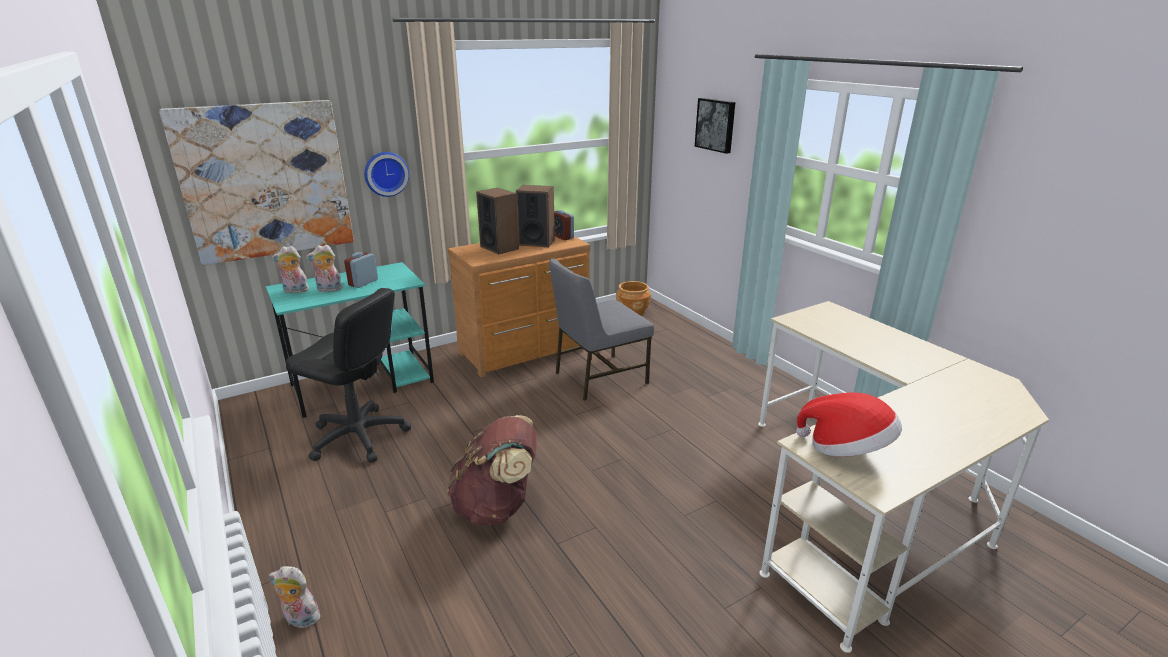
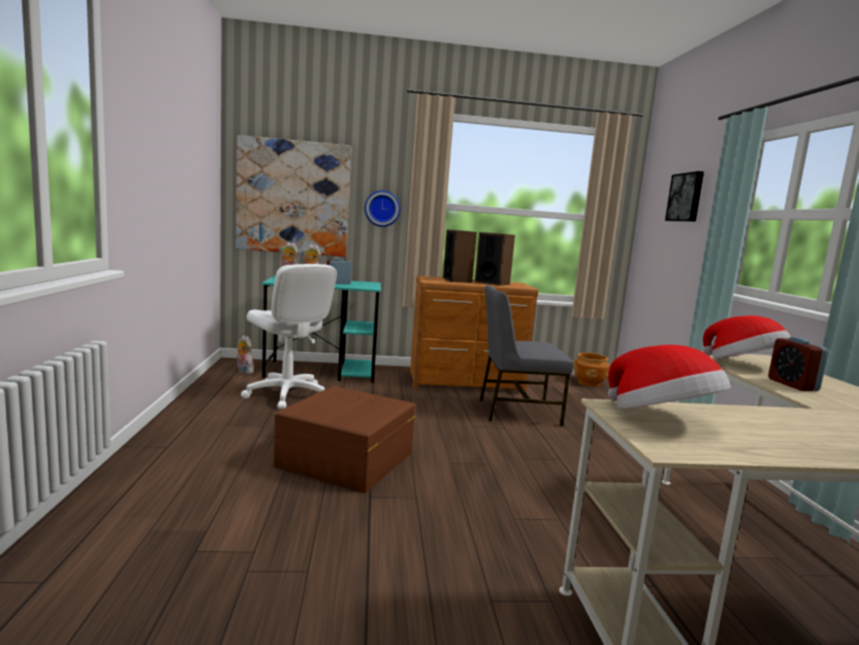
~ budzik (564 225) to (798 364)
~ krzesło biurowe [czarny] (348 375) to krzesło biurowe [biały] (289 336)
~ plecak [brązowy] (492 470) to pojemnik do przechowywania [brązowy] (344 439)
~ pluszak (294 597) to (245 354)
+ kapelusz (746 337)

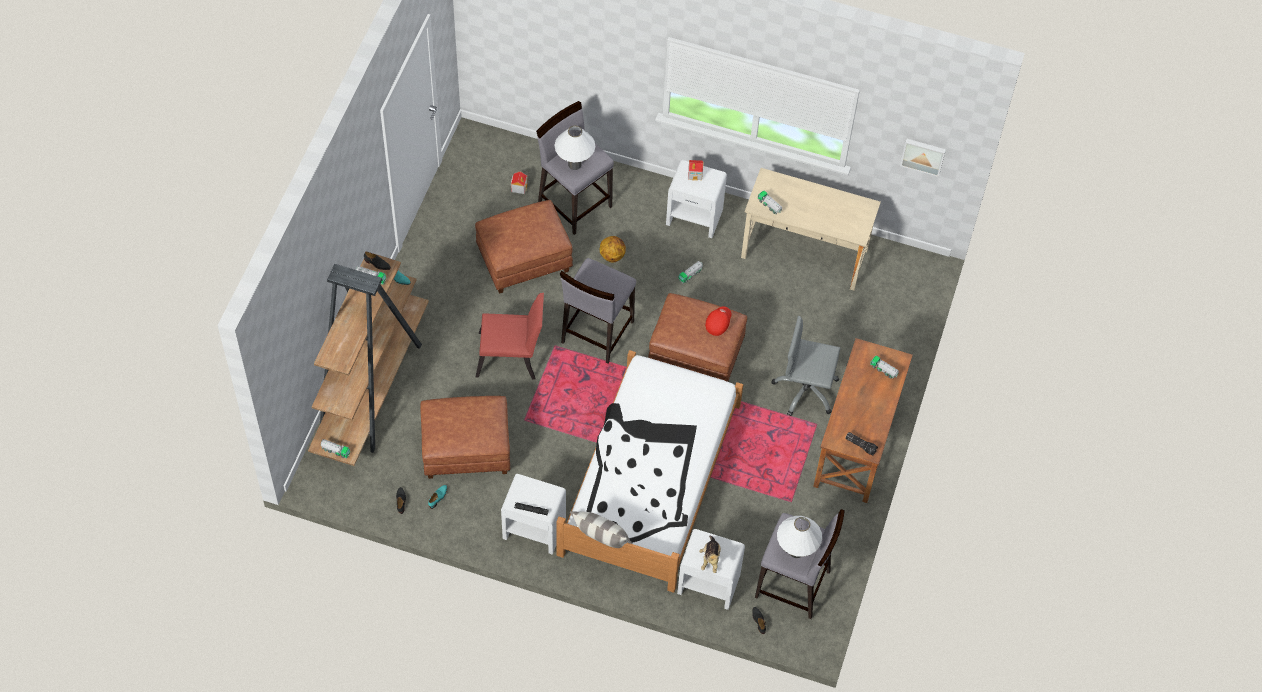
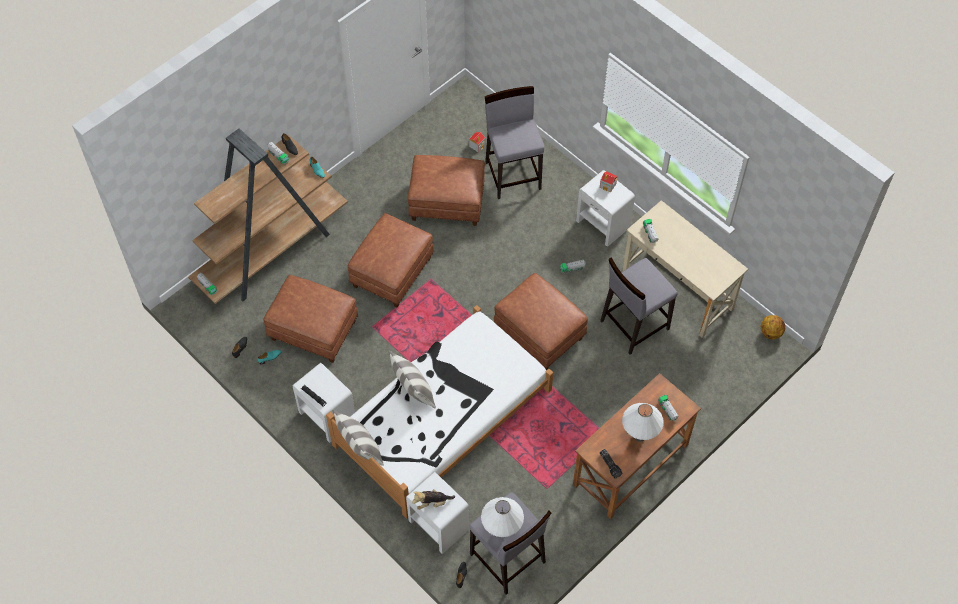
~ lampa stołowa [biały] (574 148) to (643 422)
- obraz (923 158)
~ piłka do koszykówki (613 249) to (773 327)
~ stołek [szary] (598 311) to (639 306)
~ krzesło [czerwony] (510 336) to pufa [brązowy] (390 260)
- czapka z daszkiem [czerwony] (718 321)
- krzesło biurowe [szary] (805 366)
~ pluszak (710 554) = (433 499) 45 degrees clockwise
+ poduszka (412 379)

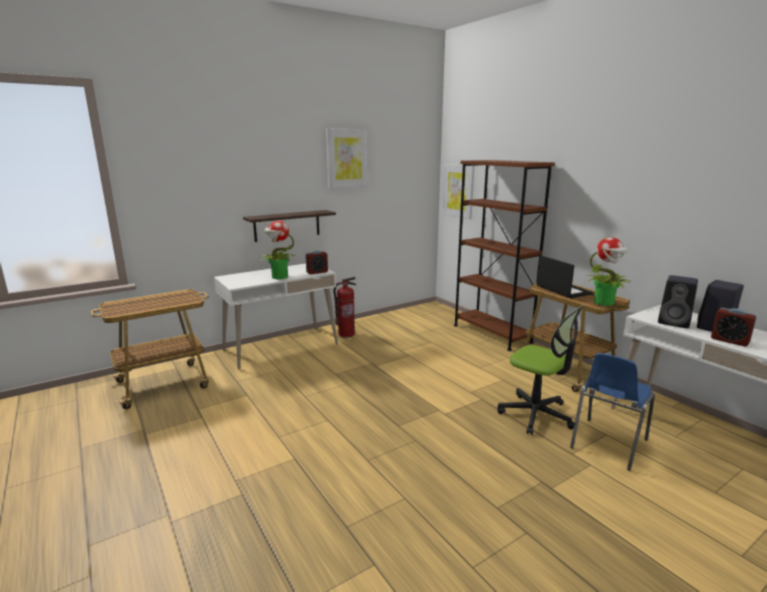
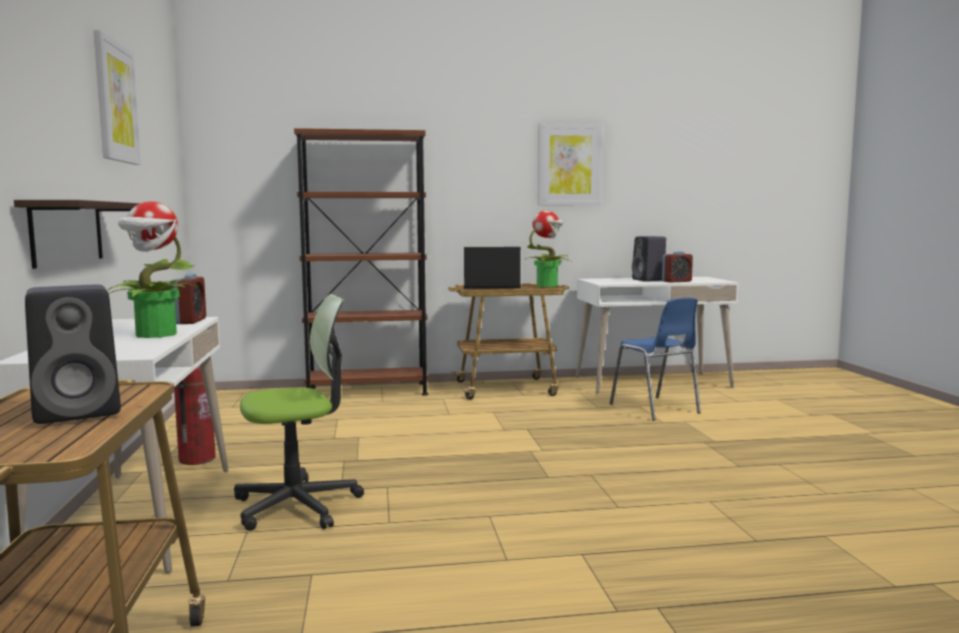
~ obraz (458 191) to (570 164)
~ głośnik [czarny] (678 301) to (73 354)
~ krzesło biurowe (541 370) to (299 412)

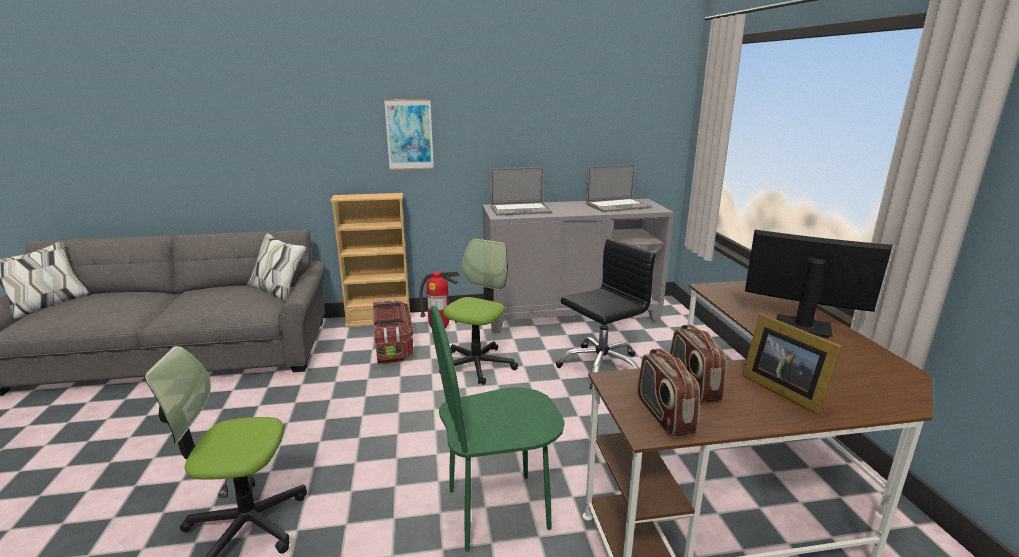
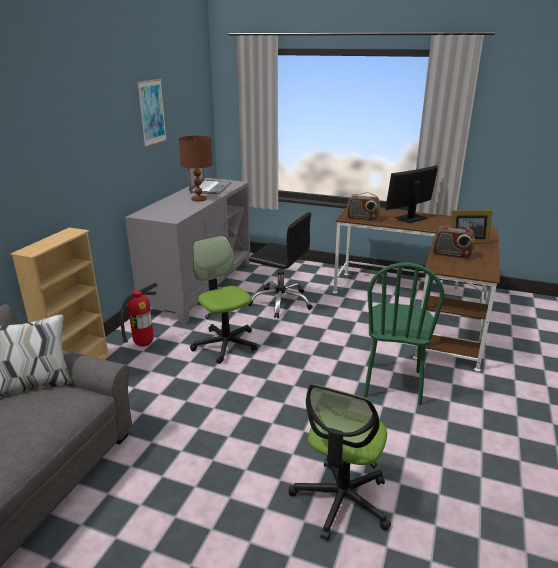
~ obraz (409 134) to (152 113)
- laptop (521 191)
~ krzesło biurowe [czarny] (606 313) = (280 265) 120 degrees clockwise
- pojemnik do przechowywania (393 332)
~ radio (669 392) to (363 206)
+ lampa stołowa [brązowy] (196 169)

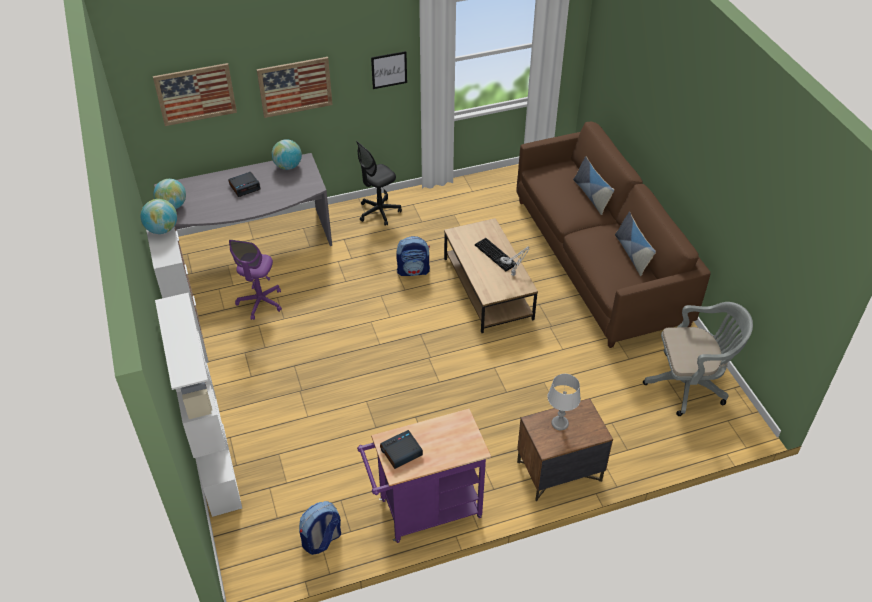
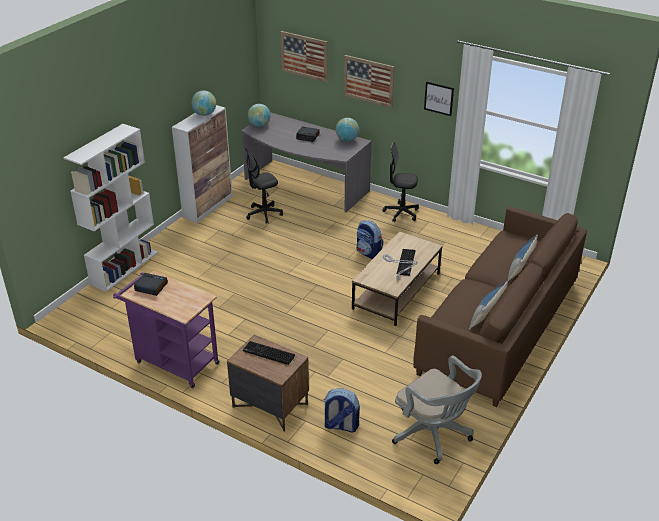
~ krzesło biurowe [fioletowy] (255 280) to krzesło biurowe [czarny] (264 185)
~ lampa stołowa [szary] (564 402) to klawiatura (269 353)
~ plecak (320 528) to (341 410)

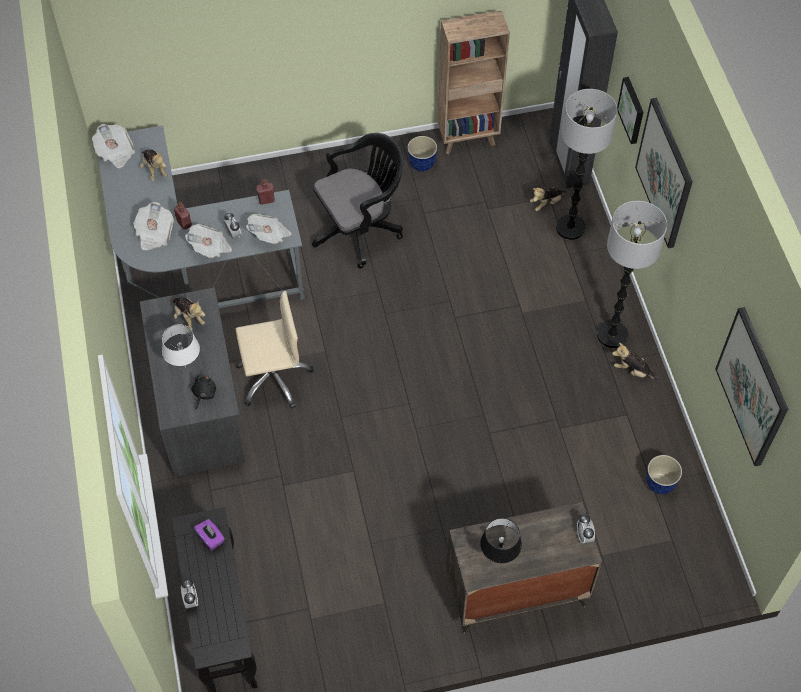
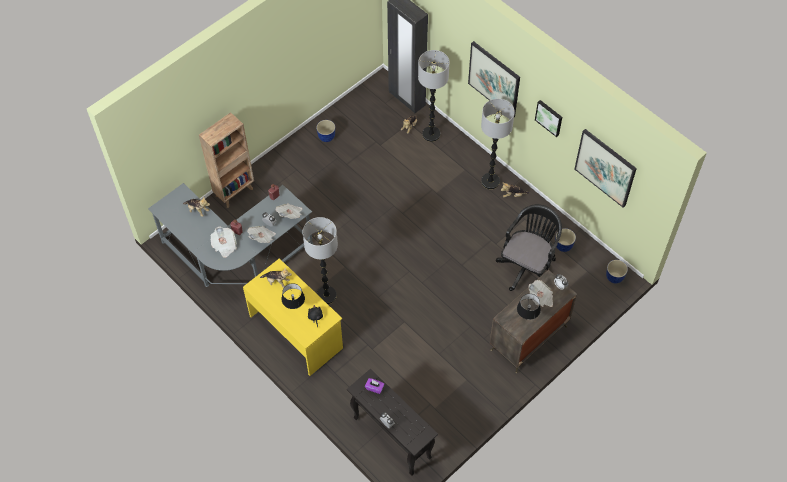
~ regał [brązowy] (473 82) to (226 160)
~ obraz (630 110) to (548 118)
~ gazeta (113 146) to (540 293)
~ krzesło biurowe [czarny] (358 201) to (529 247)
~ biurko [szary] (192 382) to biurko [żółty] (293 317)
~ krzesło biurowe [beżowy] (274 350) to lampa stojąca (320 260)
~ lampa stołowa [biały] (181 346) to lampa stołowa [czarny] (293 296)
+ donica (617 271)

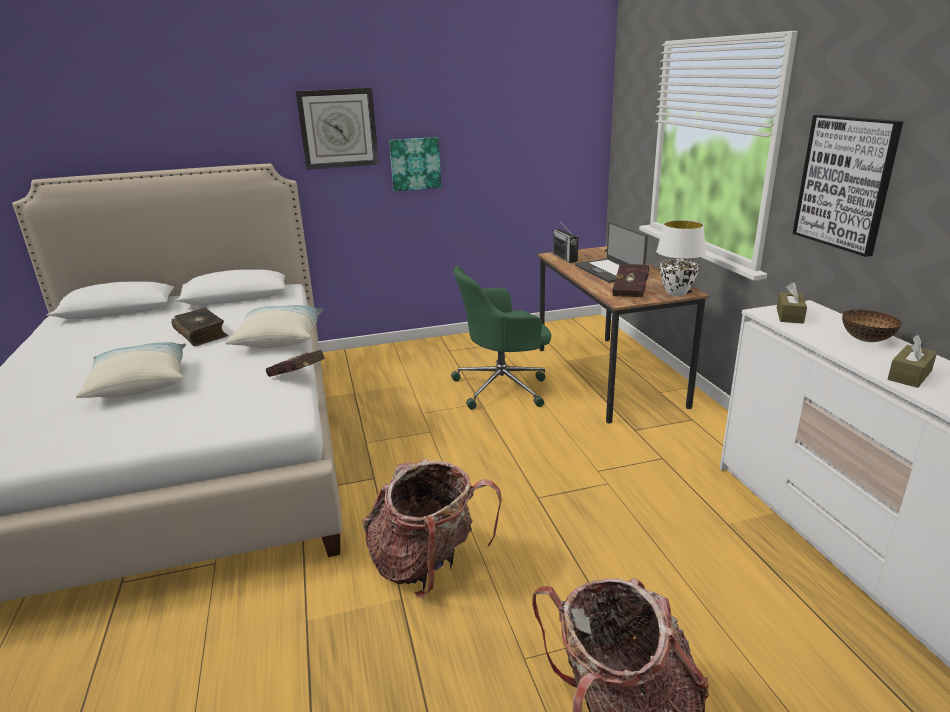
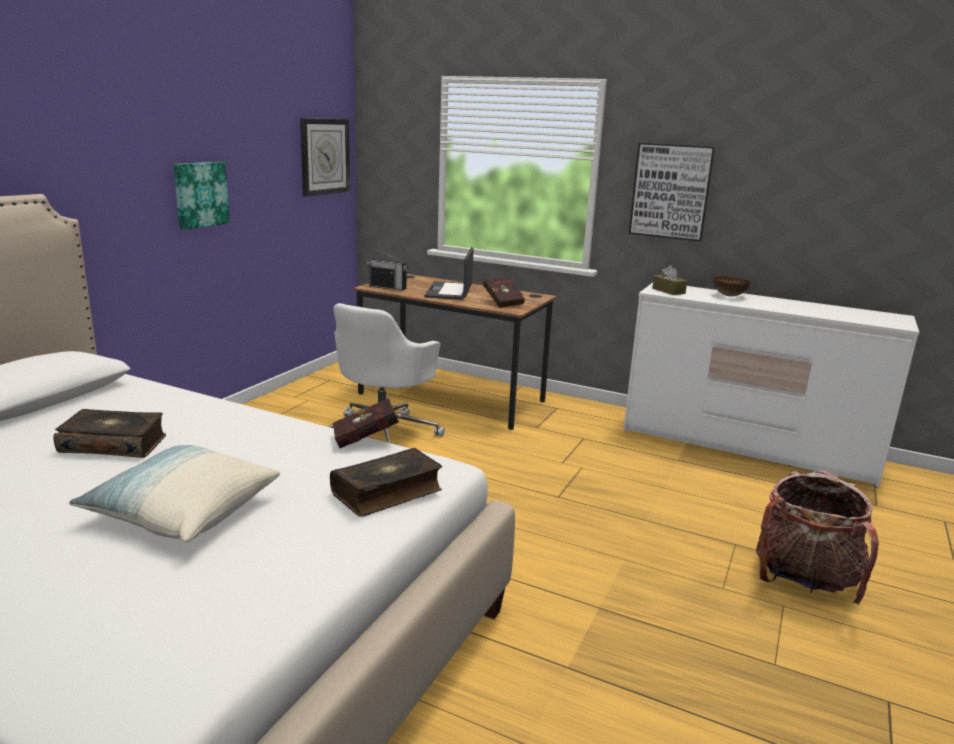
~ zegar ścienny (337 129) to (325 157)
- lampa stołowa [biały] (681 258)
~ laptop (611 252) = (449 273) 75 degrees clockwise
~ krzesło biurowe [zielony] (501 338) to krzesło biurowe [biały] (386 373)
- poduszka (274 326)
- pudełko chusteczek [brązowy] (912 361)
- plecak (432 528)
+ książka (386 482)

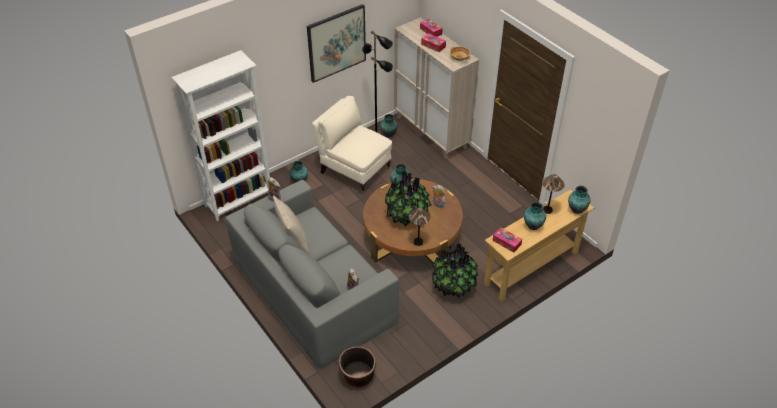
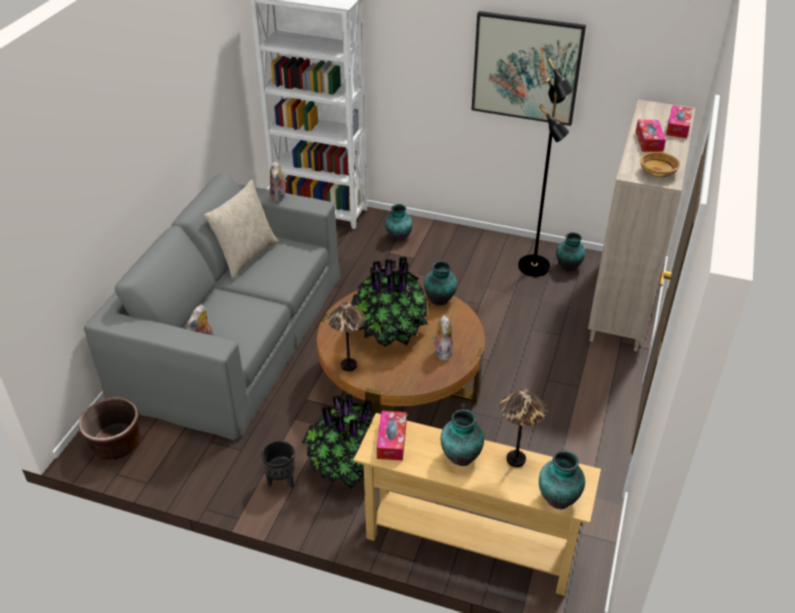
- fotel [beżowy] (352 144)
+ donica [czarny] (278 464)

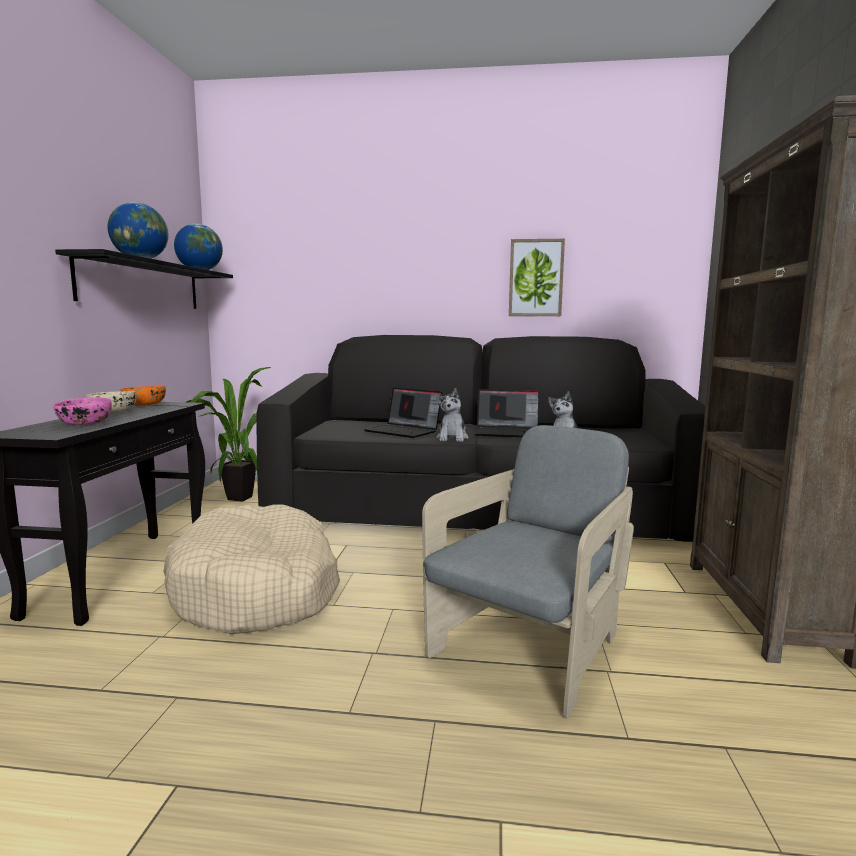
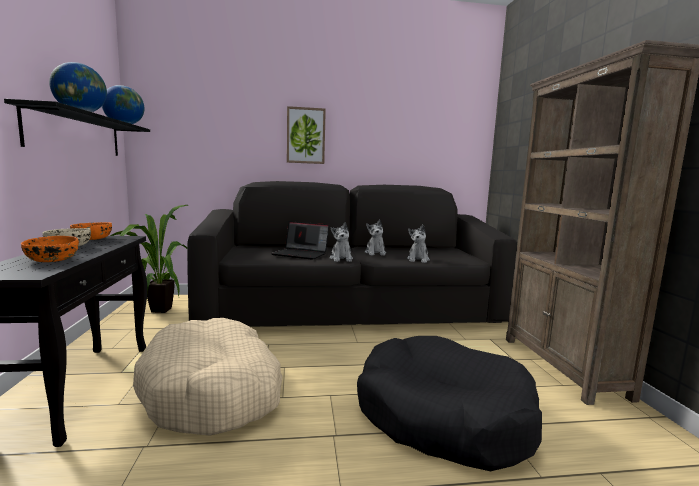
~ obraz (537 277) to (306 135)
~ laptop (507 413) to pluszak (375 238)
~ miska [różowy] (82 411) to miska [pomarańczowy] (50 249)
~ fotel [szary] (528 572) to legowisko [czarny] (449 403)

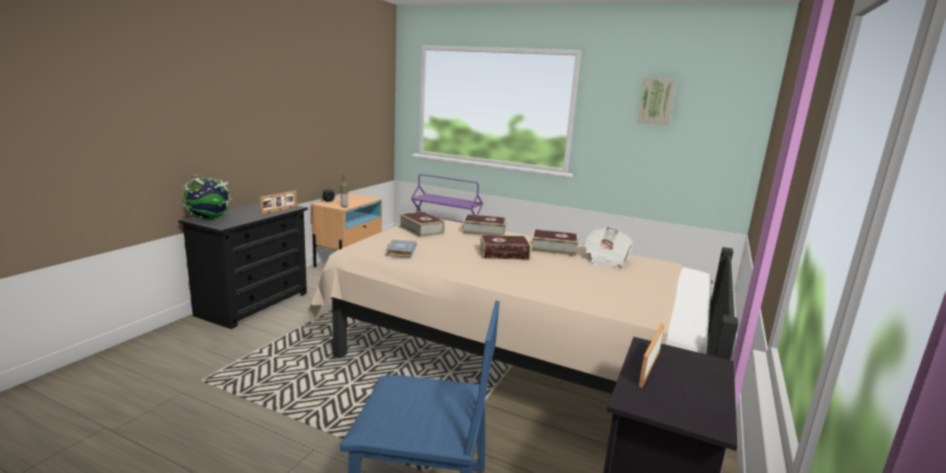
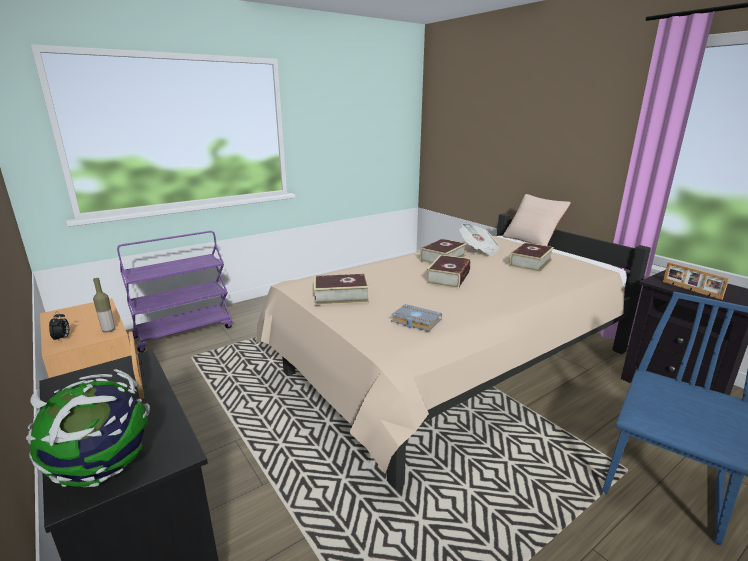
- obraz (657 101)
~ książka (484 224) to (531 257)
+ poduszka [beżowy] (537 220)

